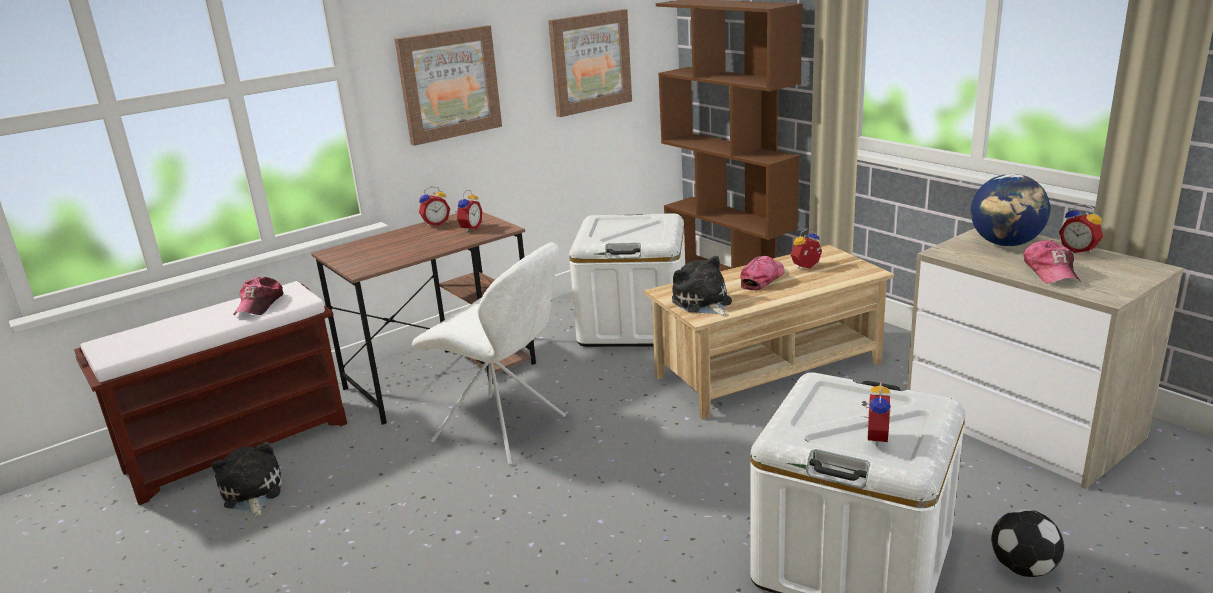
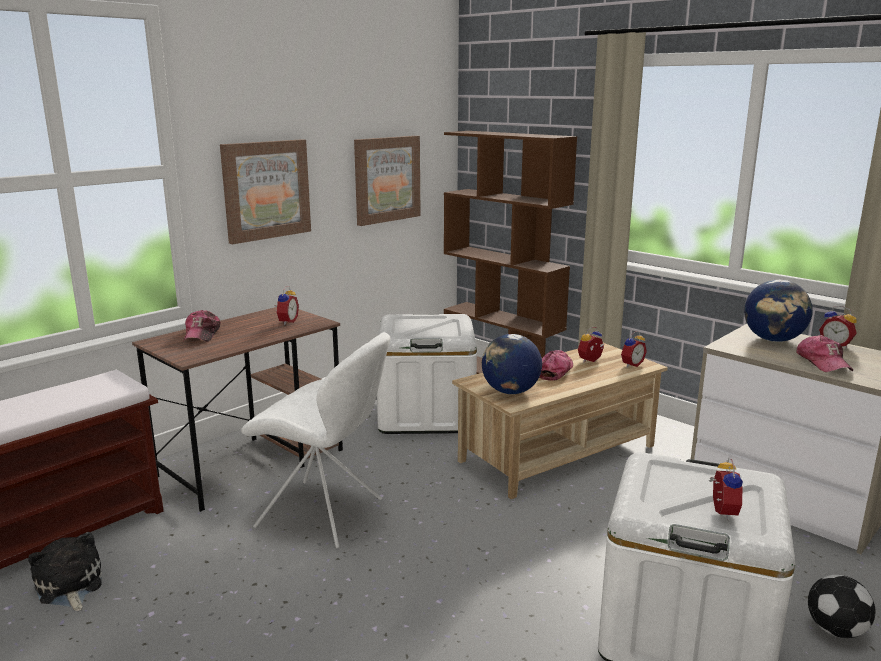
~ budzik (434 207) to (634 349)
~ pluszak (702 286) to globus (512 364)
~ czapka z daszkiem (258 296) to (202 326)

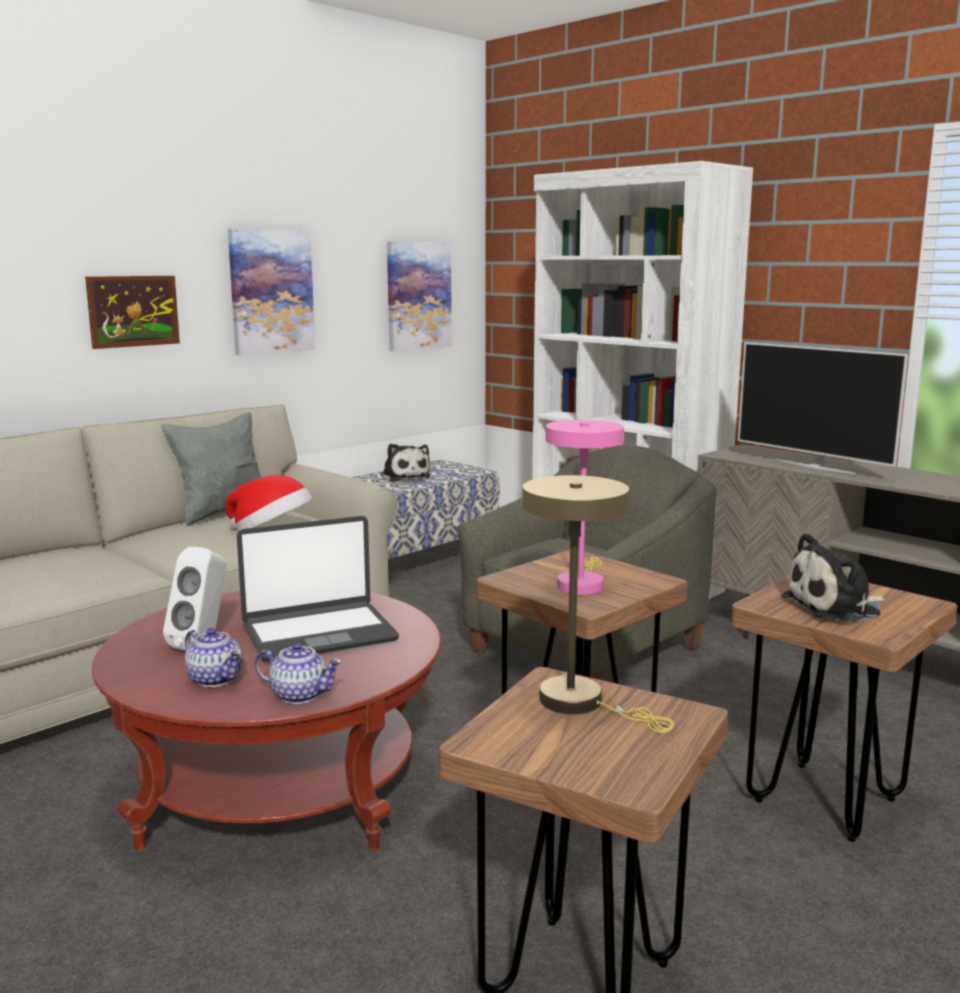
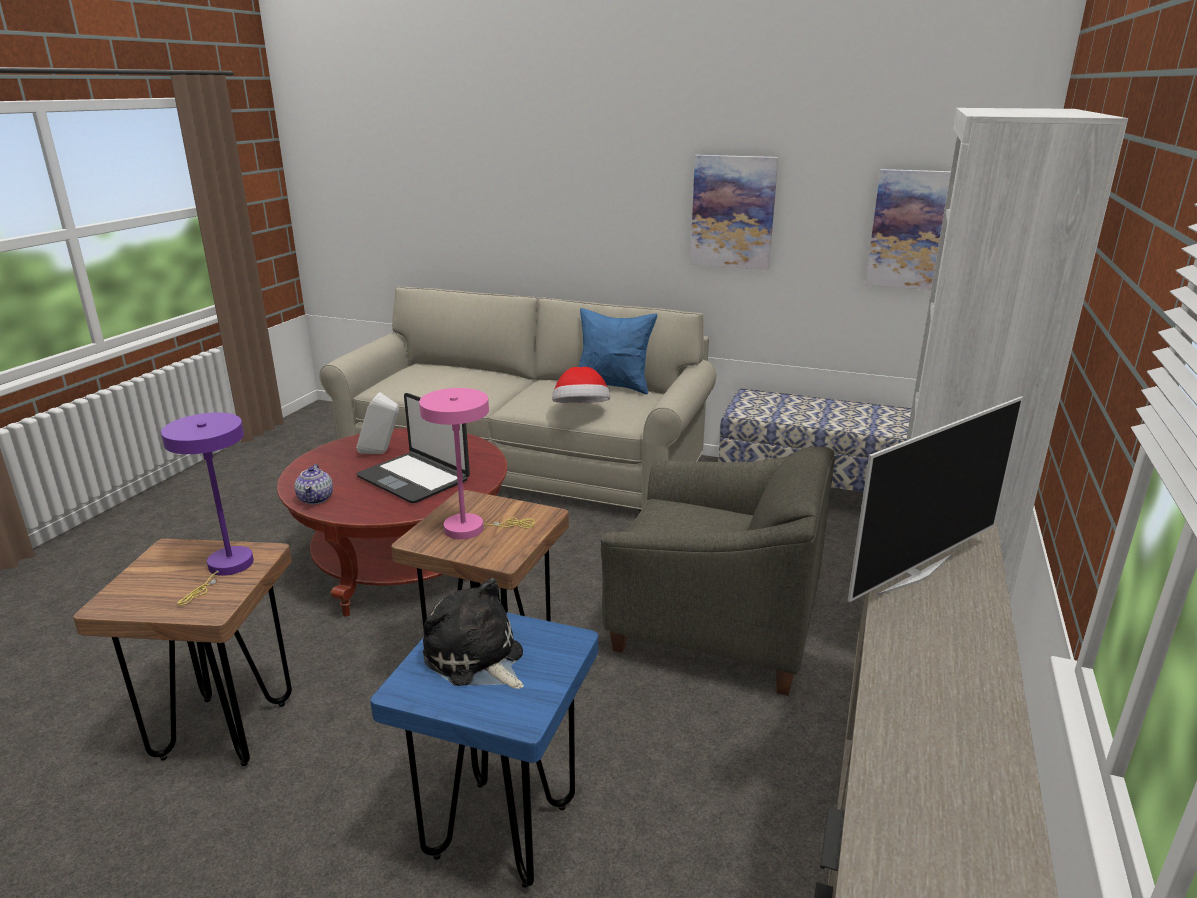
- obraz (132 312)
~ telewizor (823 408) = (935 499) 150 degrees counterclockwise
~ poduszka [szary] (211 469) to poduszka [niebieski] (618 351)
- pluszak (406 463)
~ lampa stołowa [beżowy] (598 604) to lampa stołowa [fioletowy] (207 509)
~ stołek [brązowy] (844 709) to stołek [niebieski] (484 750)
- imbryk (214 657)

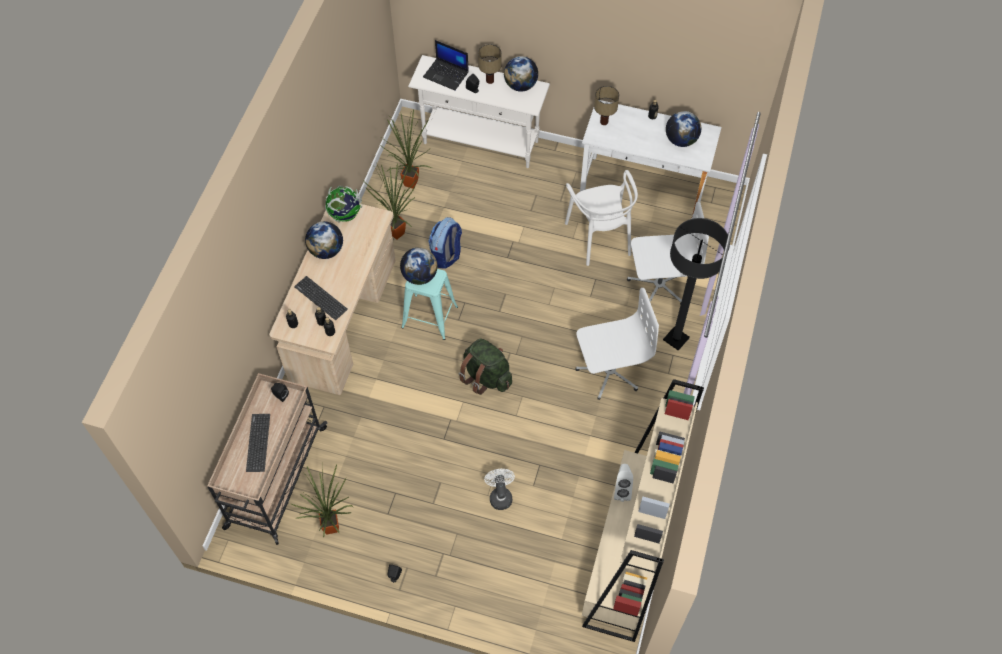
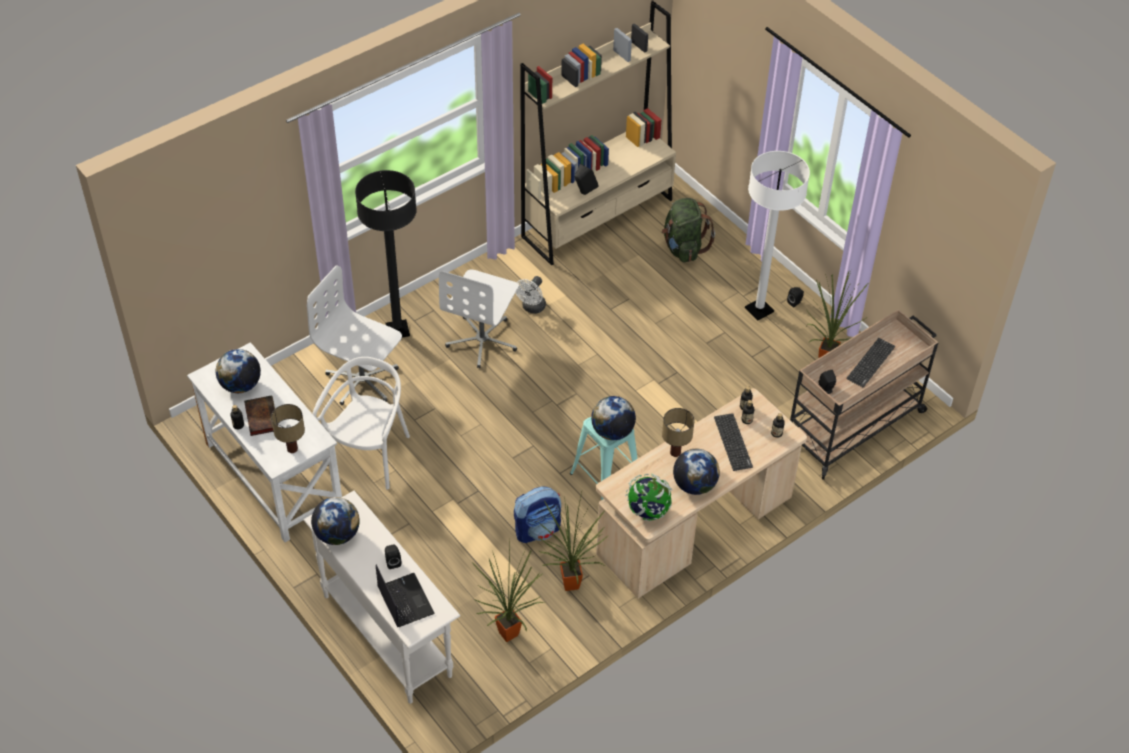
~ lampa stołowa (489 64) to (678 432)
~ krzesło biurowe [biały] (617 344) = (479 319) 90 degrees counterclockwise
~ plecak [zielony] (485 366) to (688 230)
~ głośnik [biały] (623 483) to głośnik [czarny] (586 179)
~ wentylator [biały] (499 489) to (530 295)
+ lampa stojąca [biały] (777 235)
+ książka (261 415)

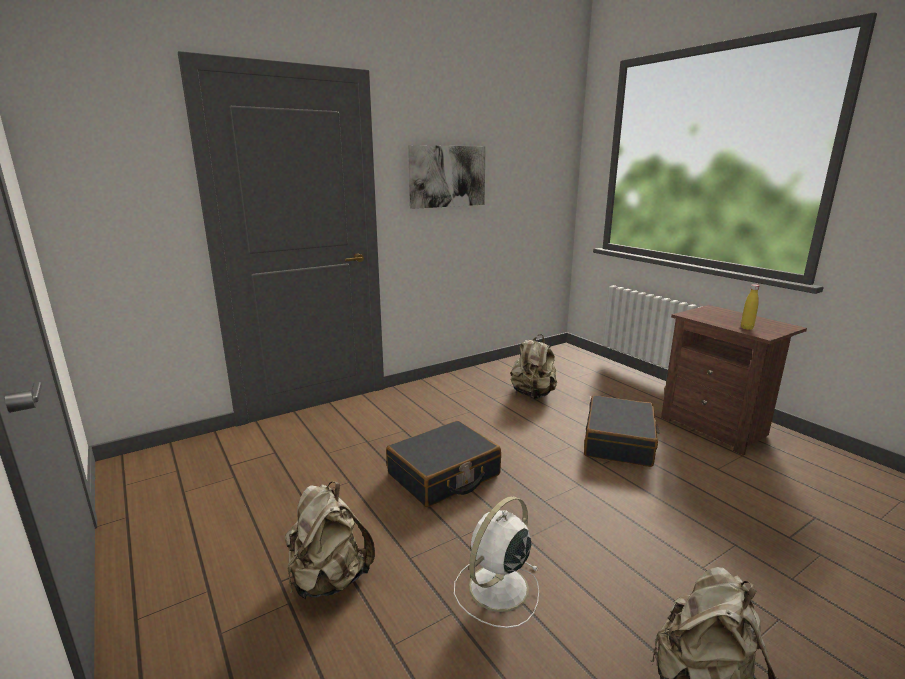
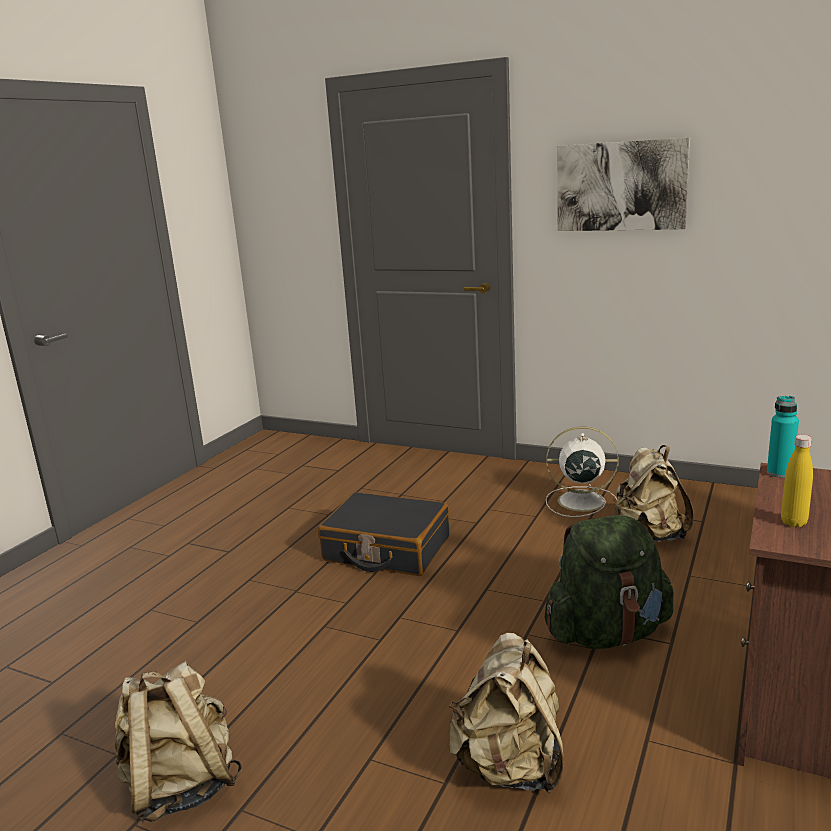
~ walizka [czarny] (622 431) to plecak [zielony] (608 582)
~ plecak [beżowy] (330 541) to (506 713)
~ wentylator [biały] (496 562) to (582 472)
+ butelka [turkusowy] (783 437)

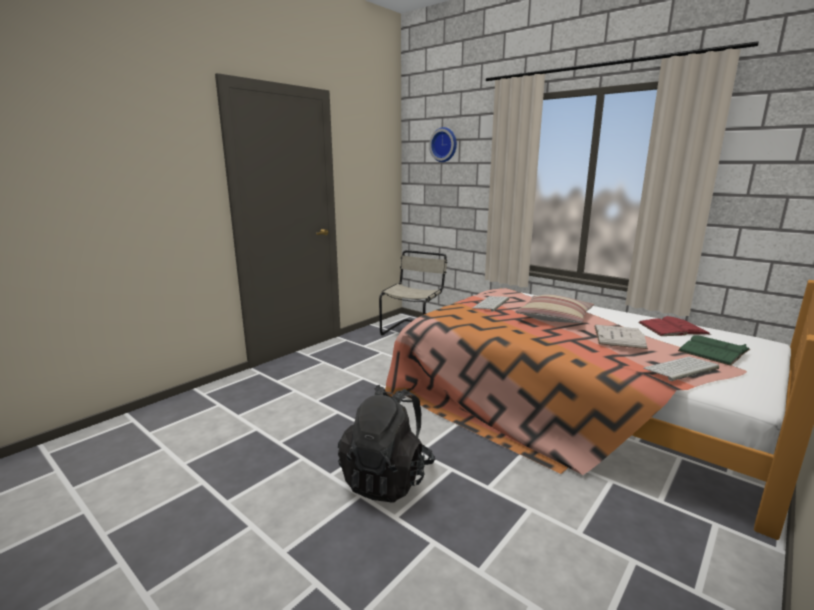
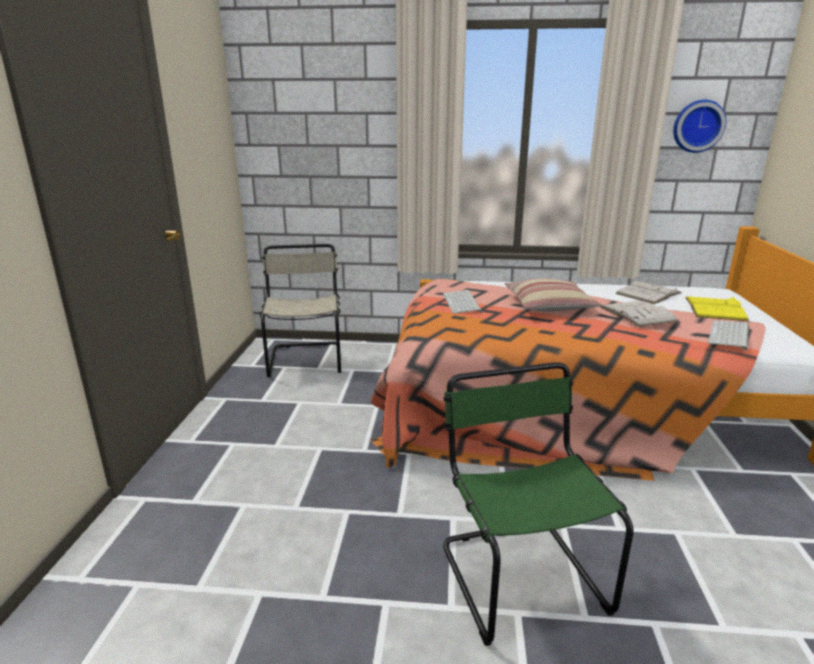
~ zegar ścienny (443 144) to (699 126)
~ książka [czerwony] (674 326) to książka [biały] (648 292)
~ książka [zielony] (714 350) to książka [żółty] (717 308)
~ plecak [czarny] (386 444) to krzesło [zielony] (538 504)

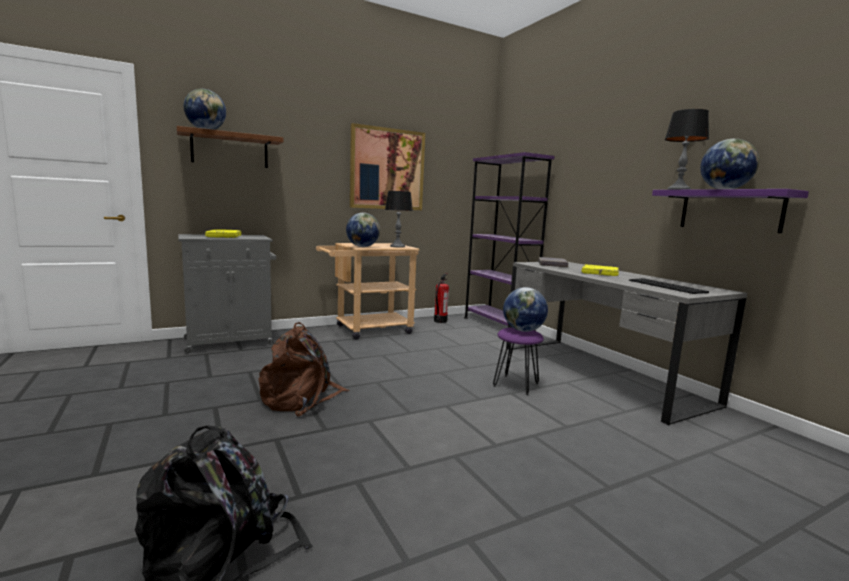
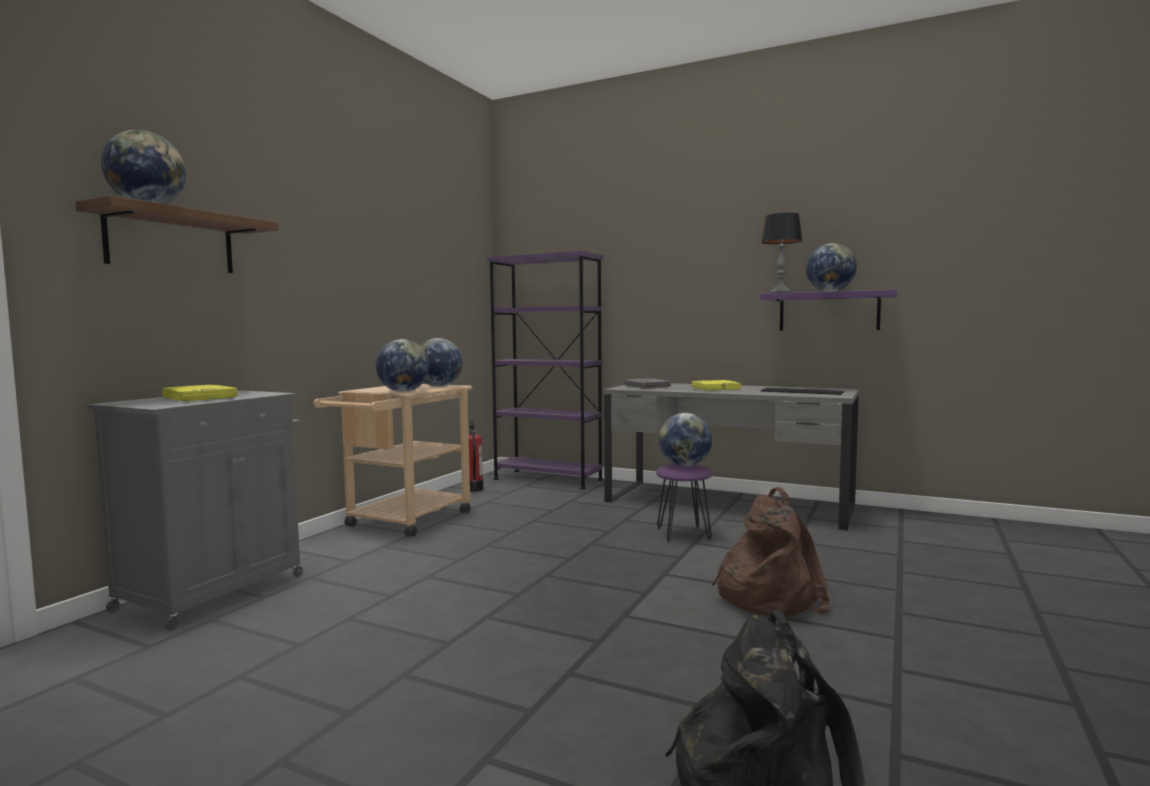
- obraz (387 166)
~ lampa stołowa (399 219) to globus (441 362)
~ plecak [brązowy] (304 369) to (770 552)

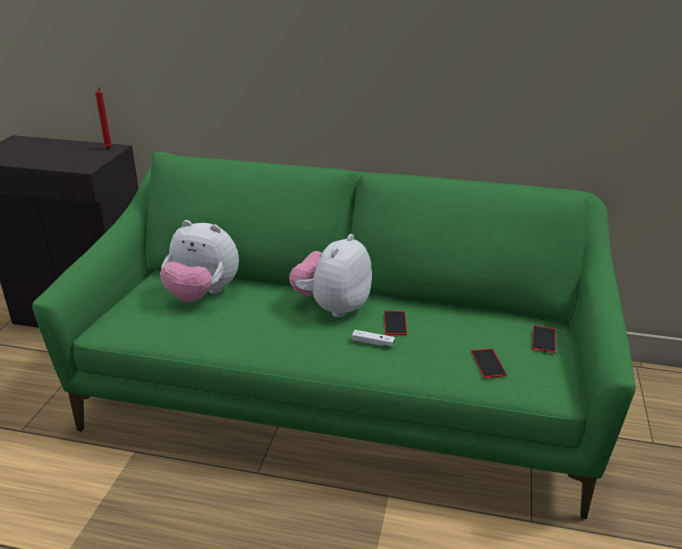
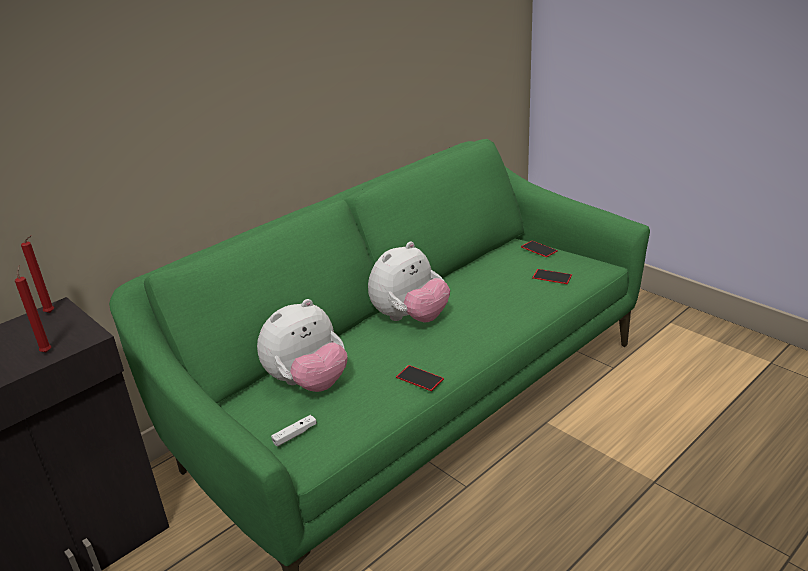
~ pluszak (330 275) = (409 281) 105 degrees counterclockwise
~ telefon (395 323) to (420 378)
~ pad do gier [biały] (373 338) to (294 431)
+ świeca [czerwony] (33 309)

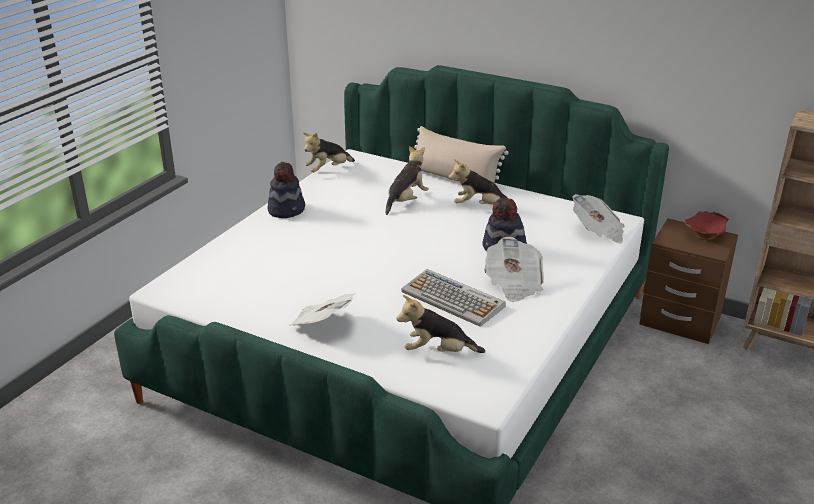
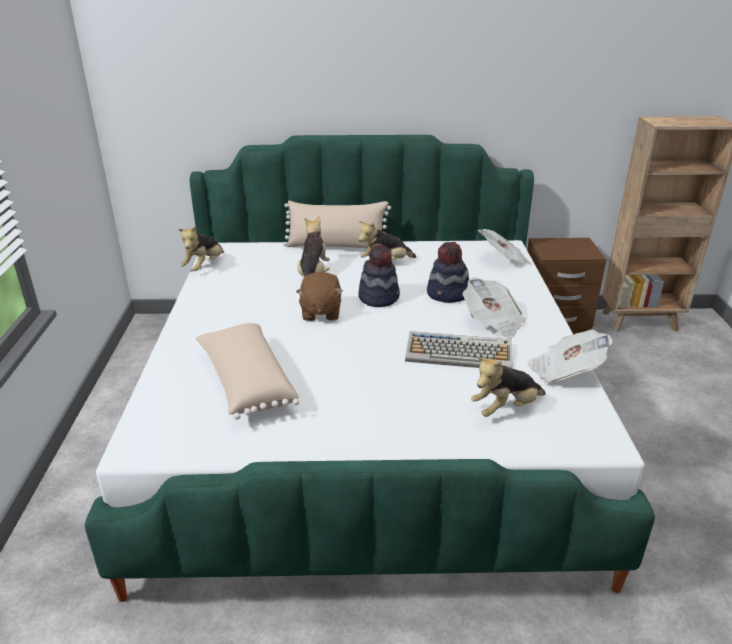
~ kapelusz (286 190) to (379 275)
- miska [czerwony] (706 225)
~ gazeta (322 309) to (570 356)
+ pluszak [brązowy] (319 296)
+ poduszka [beżowy] (247 371)

